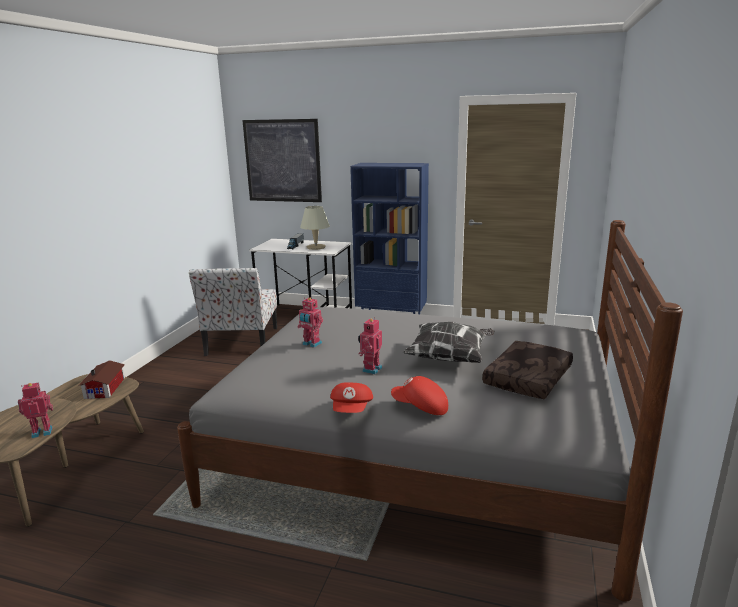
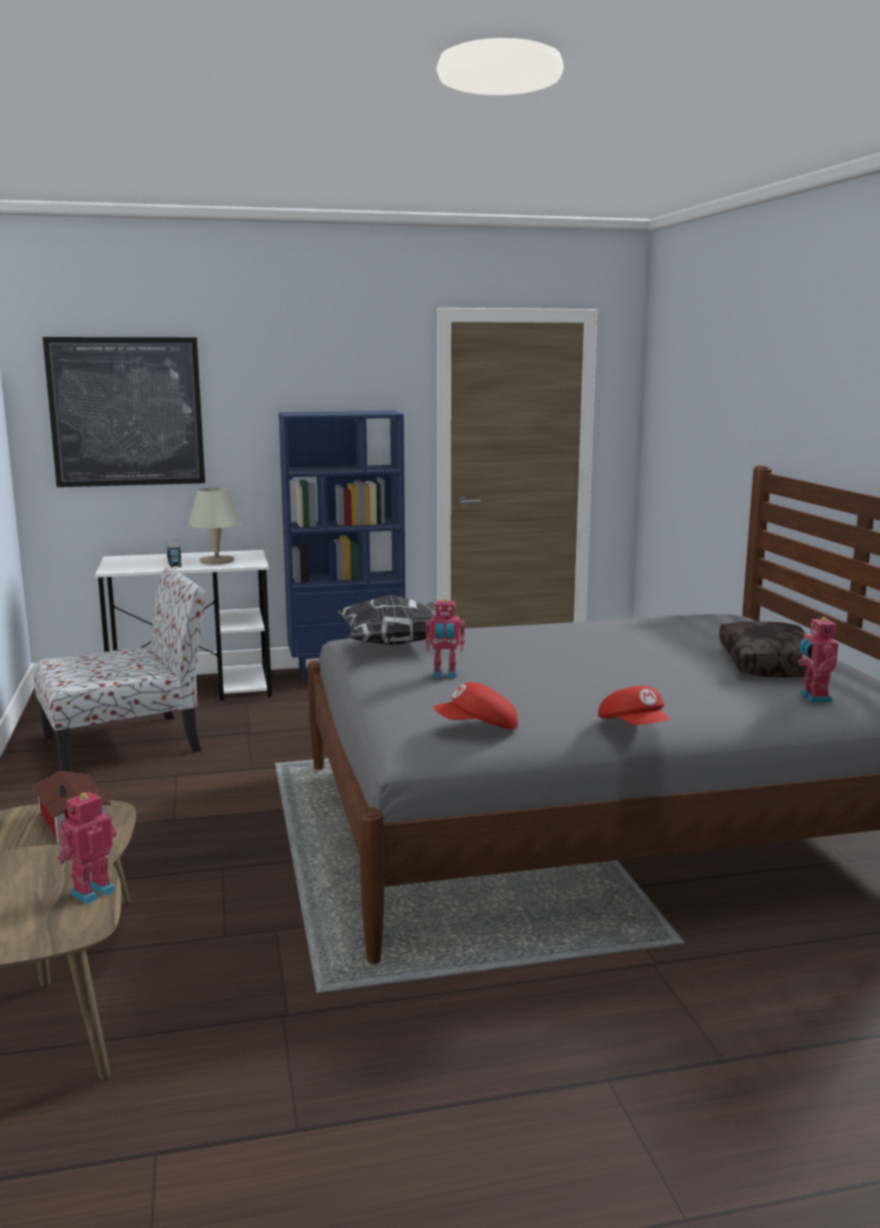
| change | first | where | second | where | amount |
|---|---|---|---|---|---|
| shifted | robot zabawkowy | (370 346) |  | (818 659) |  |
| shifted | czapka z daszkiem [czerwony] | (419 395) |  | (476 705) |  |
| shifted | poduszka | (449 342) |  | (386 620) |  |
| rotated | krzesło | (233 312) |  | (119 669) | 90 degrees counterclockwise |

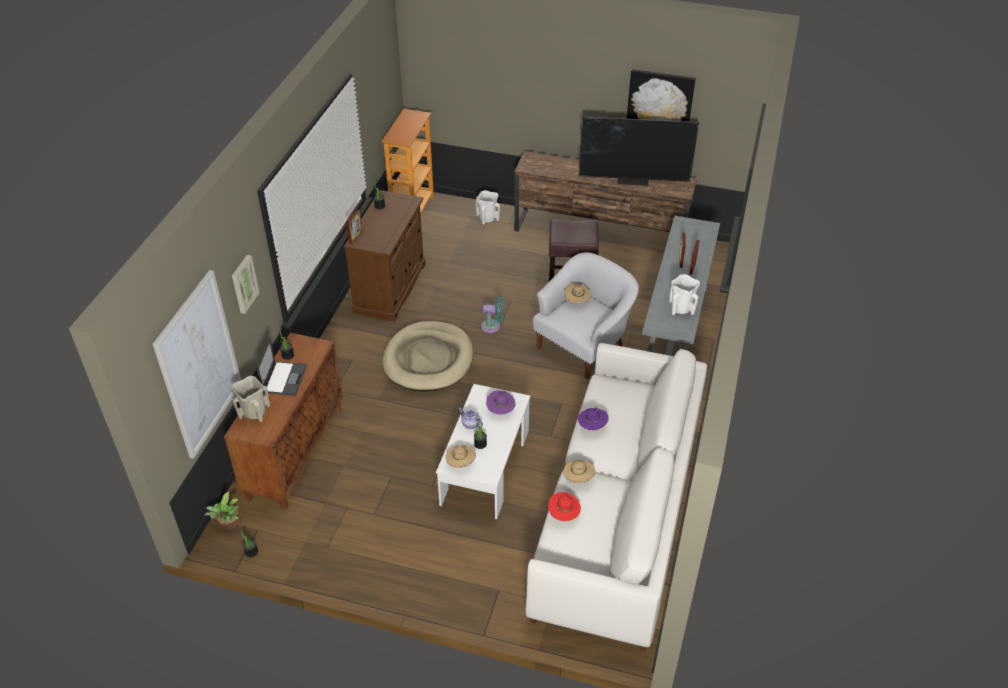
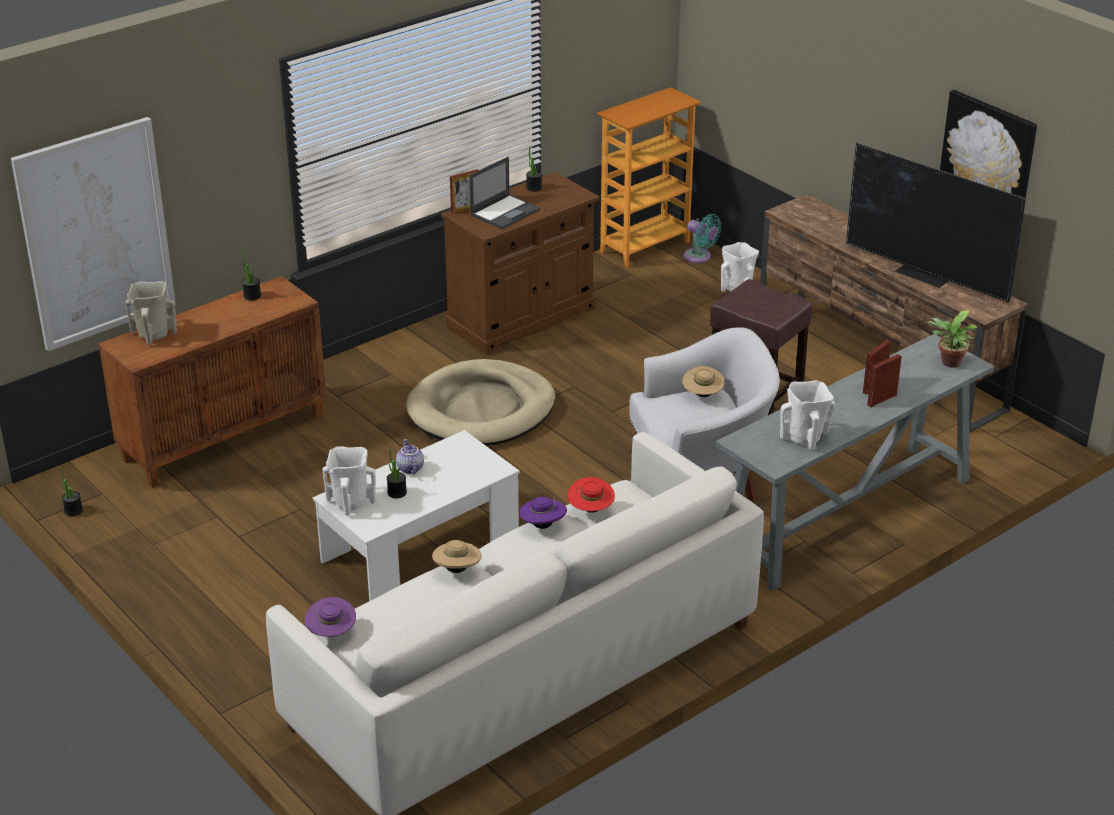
| change | first | where | second | where | amount |
|---|---|---|---|---|---|
| gone | obraz | (245 284) |  |  |  |
| shifted | roślina doniczkowa | (221 511) |  | (952 339) |  |
| shifted | laptop | (282 367) |  | (504 192) |  |
| shifted | wentylator [turkusowy] | (492 314) |  | (702 238) |  |
| shifted | kapelusz [fioletowy] | (500 402) |  | (330 617) |  |
| shifted | kapelusz [czerwony] | (564 506) |  | (591 495) |  |
| swapped | kapelusz [beżowy] | (460 456) | wazon [biały] | (349 481) |  |

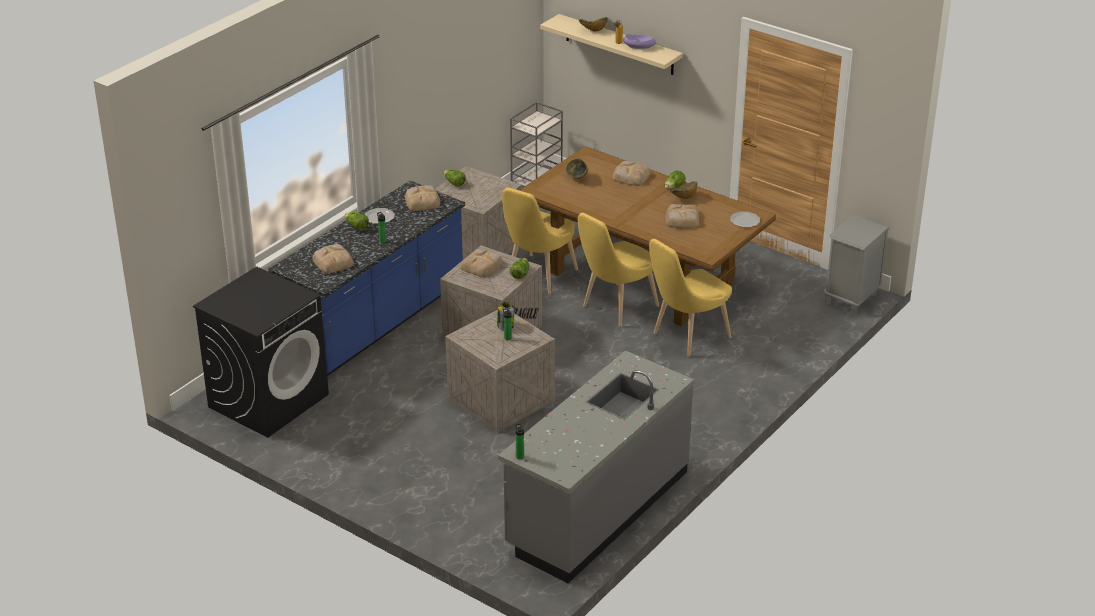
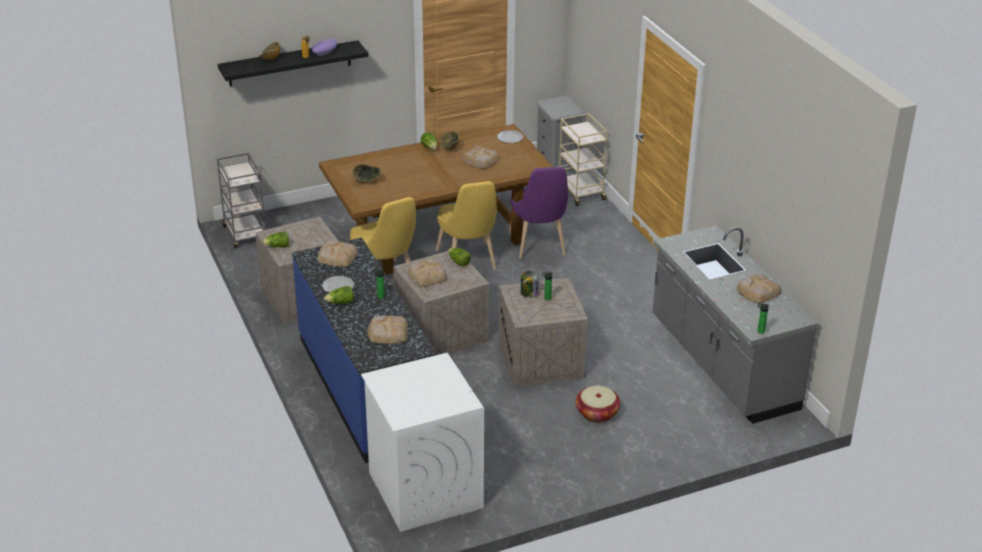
| change | first | where | second | where | amount |
|---|---|---|---|---|---|
| new |  |  | wózek [beżowy] | (583 159) |  |
| new |  |  | koszyk | (598 404) |  |
| shifted | chleb | (632 173) |  | (759 288) |  |
| repainted | pralka [czarny] | (261 352) | pralka [biały] | (422 442) |  |
| repainted | półka [beżowy] | (611 44) | półka [czarny] | (293 63) |  |
| repainted | krzesło [żółty] | (690 298) | krzesło [fioletowy] | (538 213) |  |

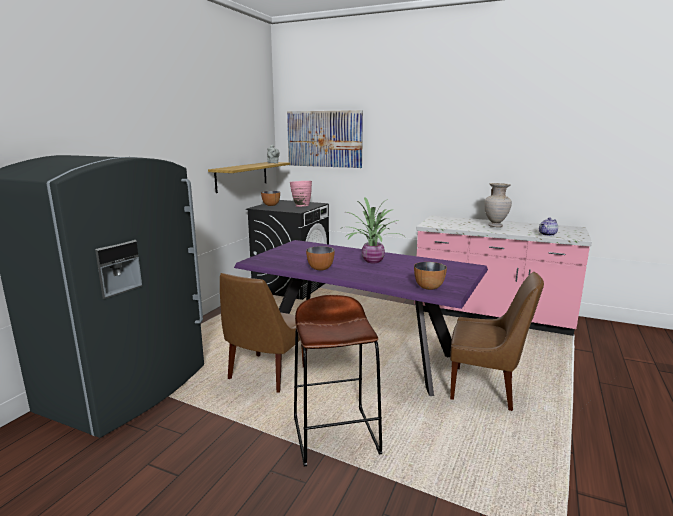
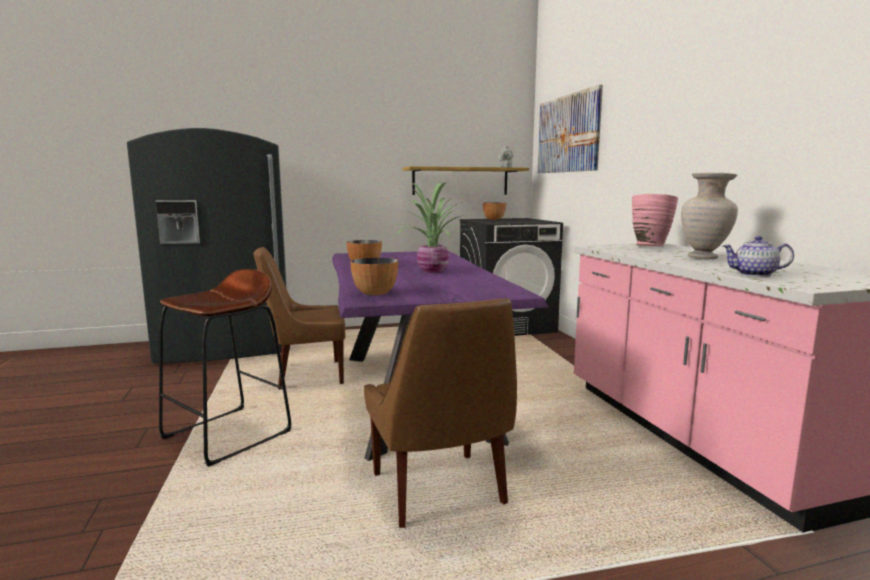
| change | first | where | second | where | amount |
|---|---|---|---|---|---|
| shifted | wazon [różowy] | (301 194) |  | (655 220) |  |

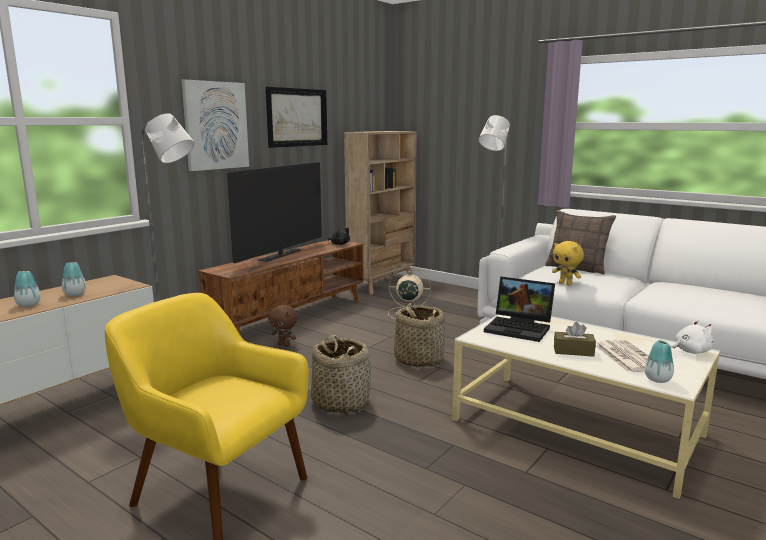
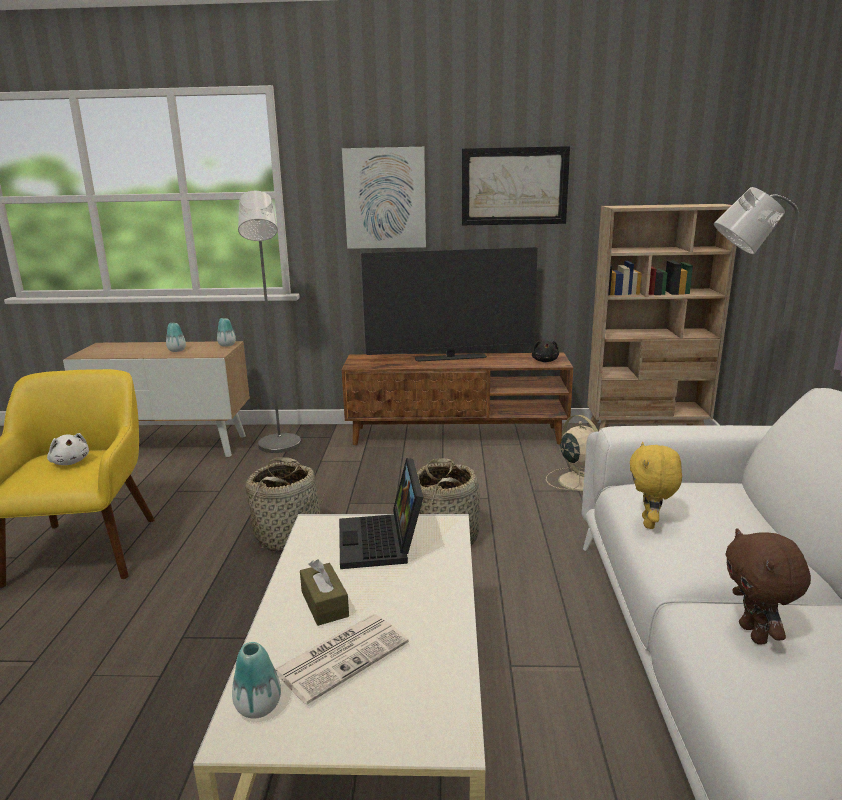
| change | first | where | second | where | amount |
|---|---|---|---|---|---|
| gone | poduszka | (580 242) |  |  |  |
| shifted | wazon | (27 289) |  | (226 332) |  |
| shifted | pluszak [brązowy] | (283 326) |  | (768 586) |  |
| shifted | pluszak [biały] | (691 337) |  | (68 449) |  |

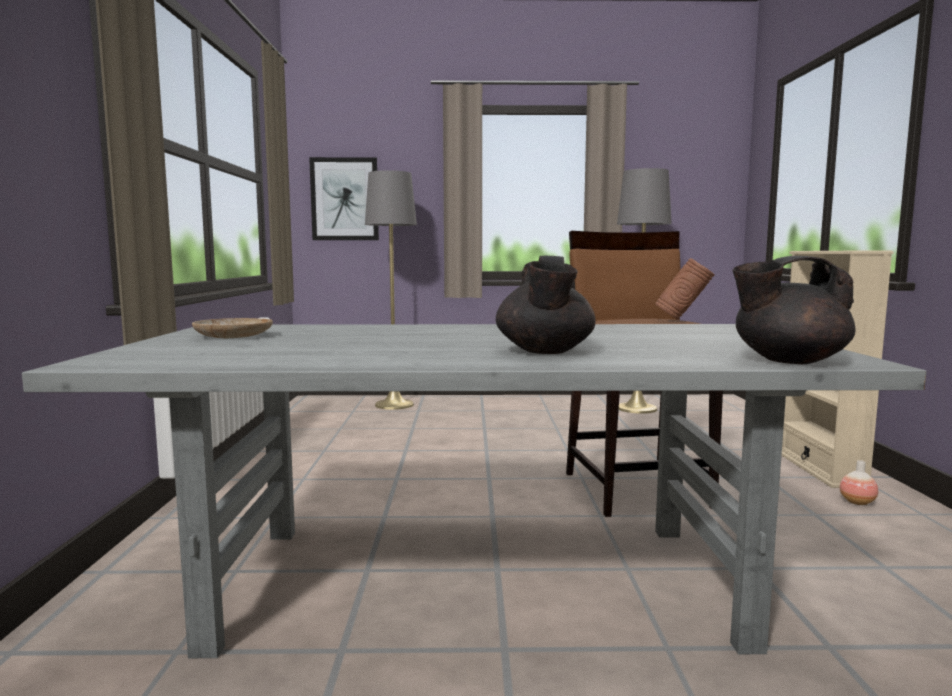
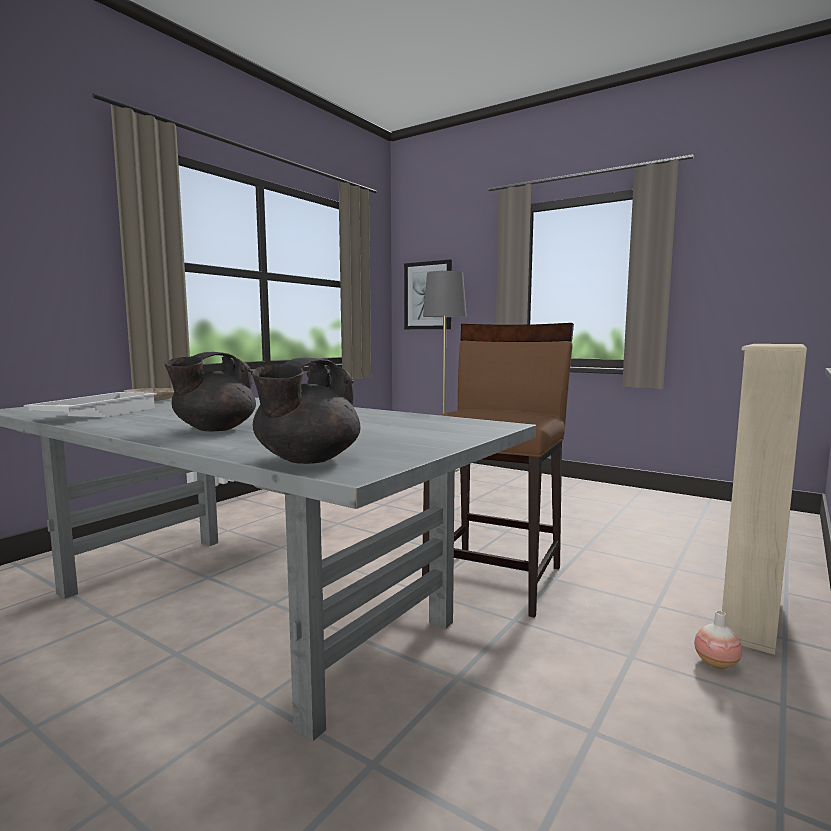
| change | first | where | second | where | amount |
|---|---|---|---|---|---|
| gone | lampa stojąca [szary] | (644 291) |  |  |  |
| gone | wazon [brązowy] | (685 289) |  |  |  |
| new |  |  | taca [biały] | (90 404) |  |
| rotated | imbryk [czarny] | (794 310) |  | (306 410) | 90 degrees counterclockwise |

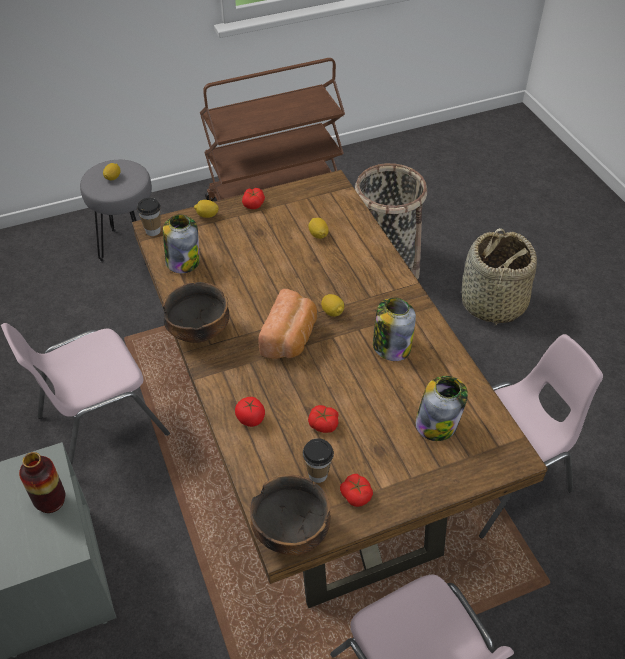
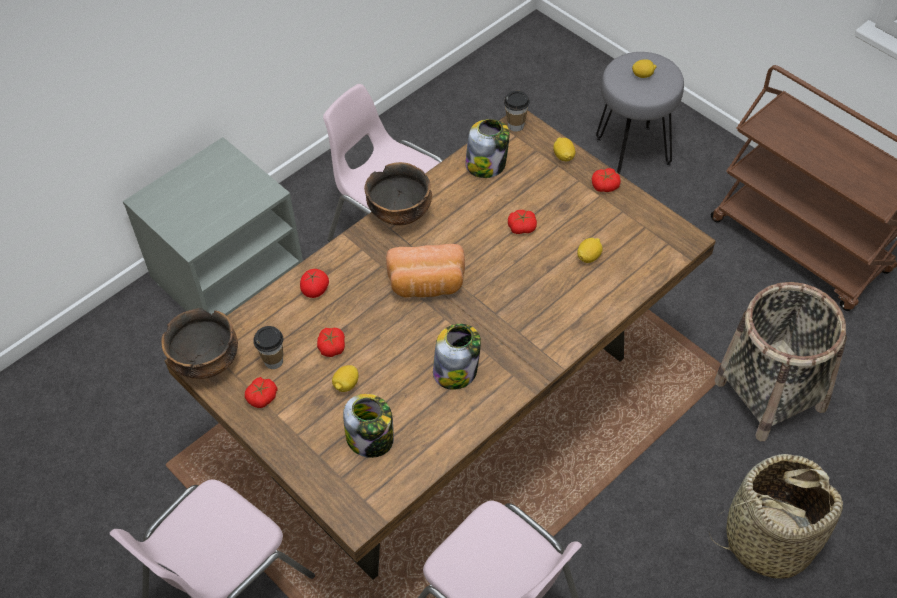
| change | first | where | second | where | amount |
|---|---|---|---|---|---|
| gone | wazon | (42 482) |  |  |  |
| new |  |  | pomidor | (522 222) |  |
| shifted | cytryna | (332 305) |  | (345 378) |  |

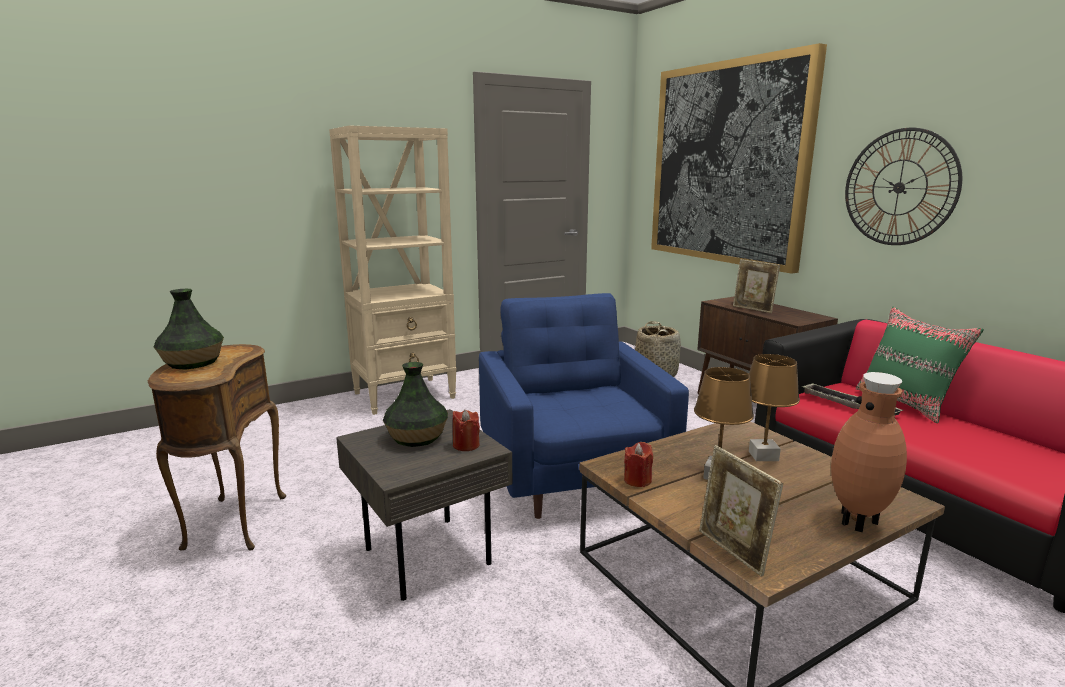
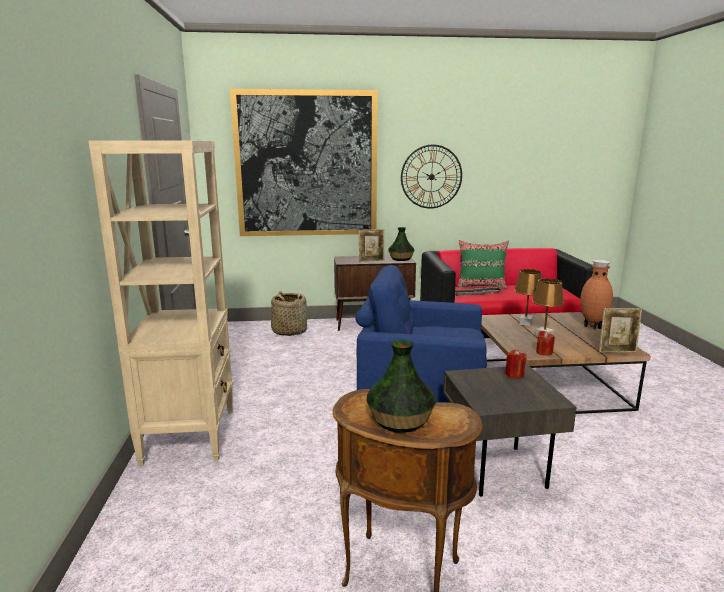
| change | first | where | second | where | amount |
|---|---|---|---|---|---|
| shifted | wazon | (415 404) |  | (401 244) |  |

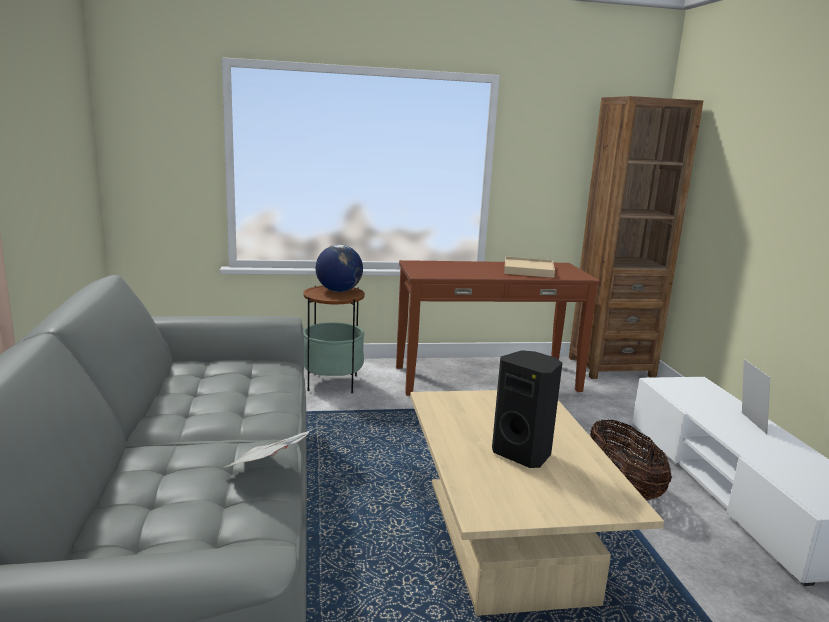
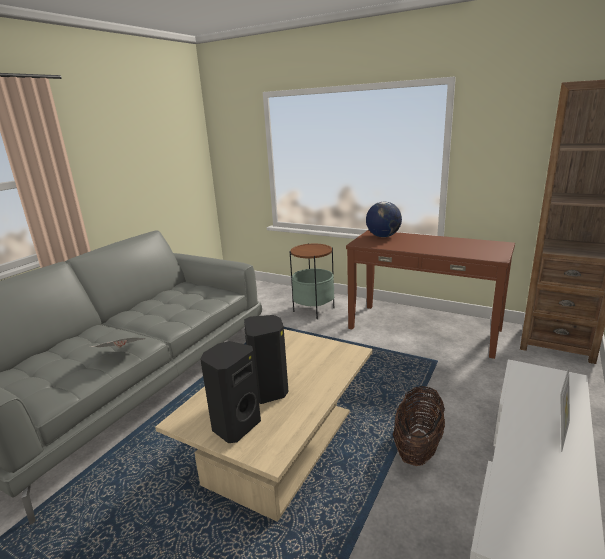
| change | first | where | second | where | amount |
|---|---|---|---|---|---|
| gone | taca [beżowy] | (529 267) |  |  |  |
| new |  |  | głośnik [czarny] | (230 392) |  |
| shifted | globus | (339 268) |  | (384 219) |  |

